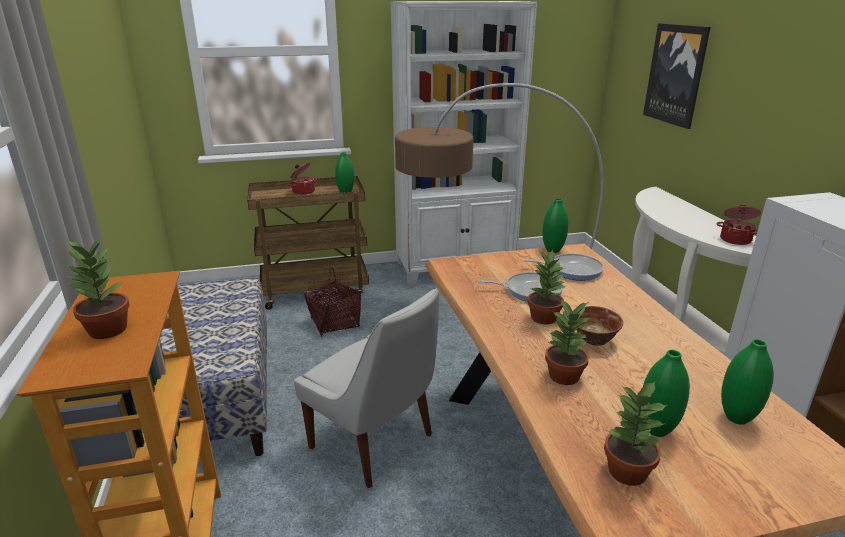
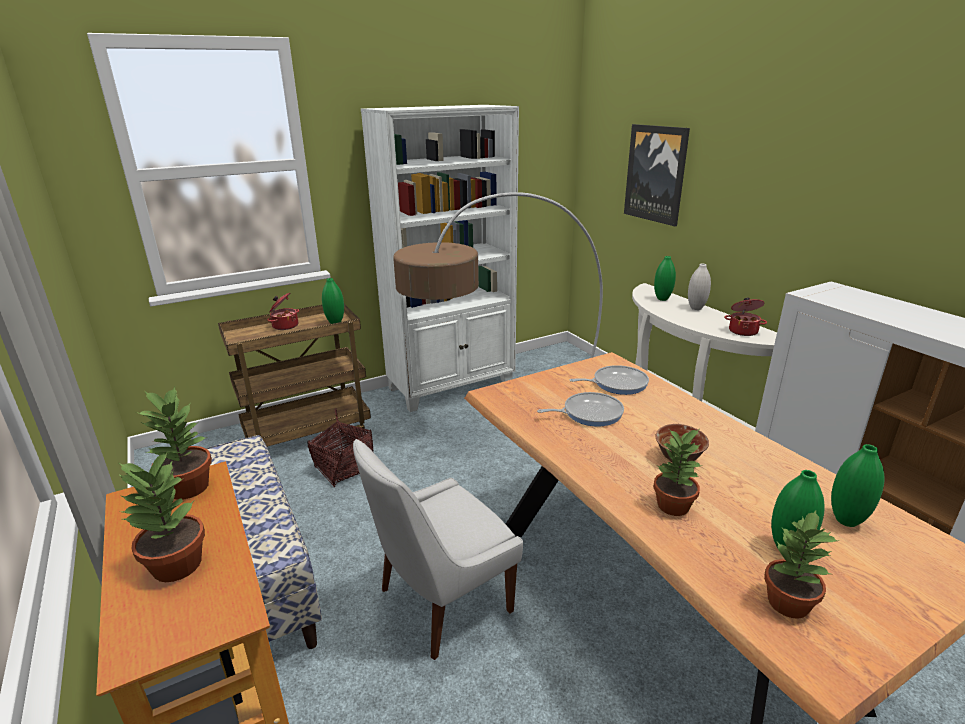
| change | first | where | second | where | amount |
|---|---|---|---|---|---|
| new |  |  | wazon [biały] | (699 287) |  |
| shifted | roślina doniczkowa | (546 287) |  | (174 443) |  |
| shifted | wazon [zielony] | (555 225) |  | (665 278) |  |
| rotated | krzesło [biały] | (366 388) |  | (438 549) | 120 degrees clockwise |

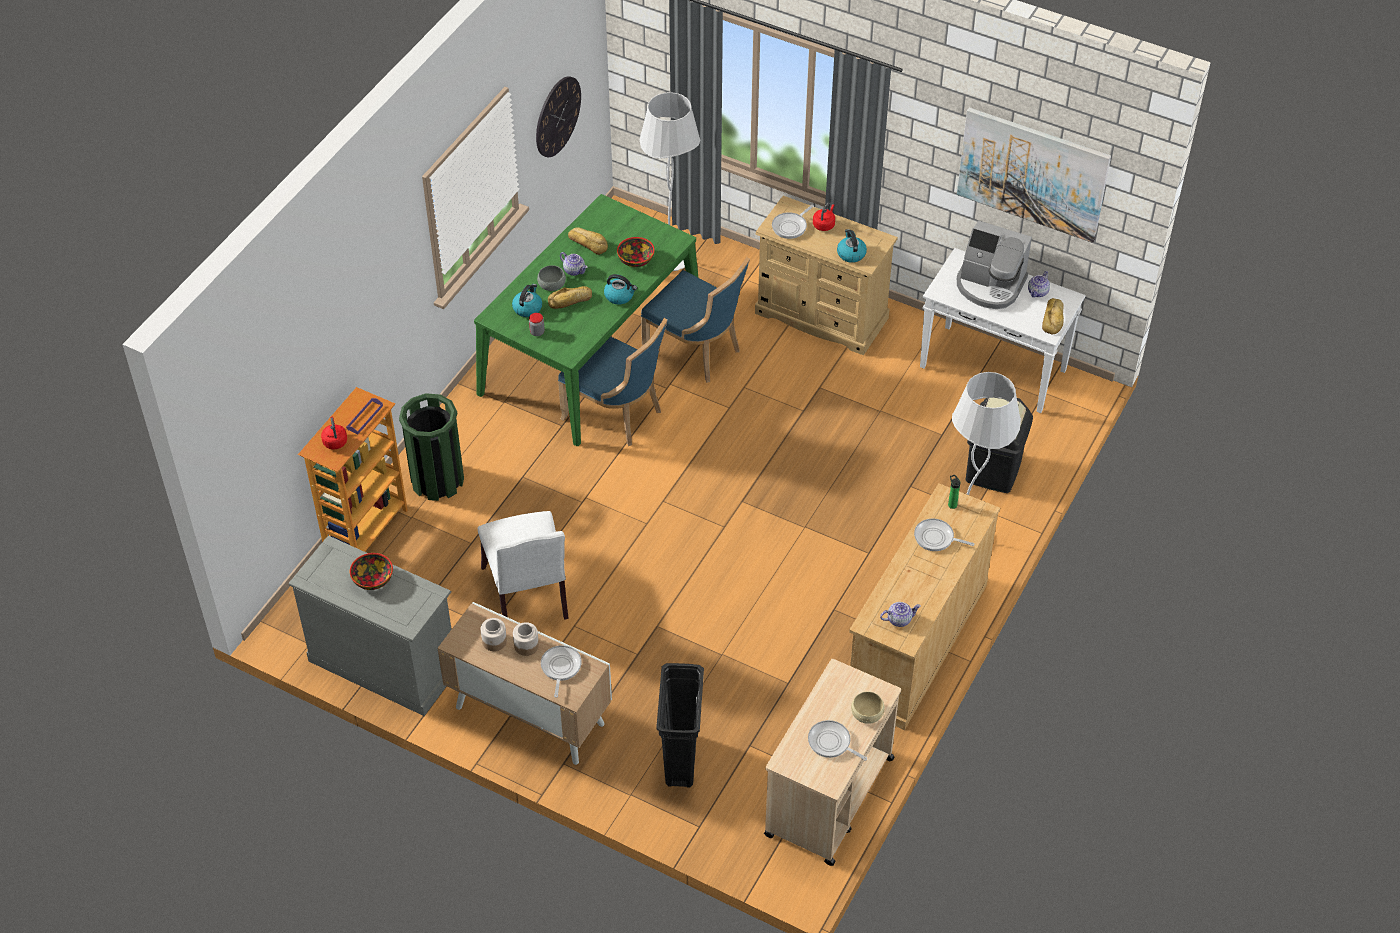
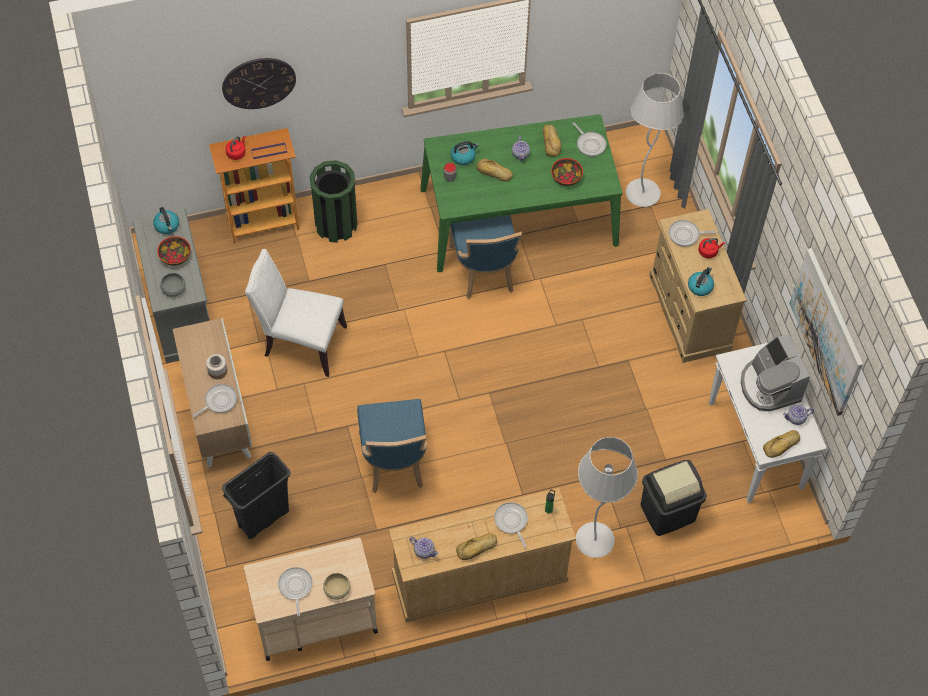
| change | first | where | second | where | amount |
|---|---|---|---|---|---|
| gone | słoik | (494 634) |  |  |  |
| new |  |  | chleb | (476 546) |  |
| new |  |  | patelnia | (589 139) |  |
| shifted | zegar ścienny | (558 116) |  | (259 83) |  |
| shifted | miska [szary] | (551 278) |  | (173 285) |  |
| shifted | czajnik | (620 289) |  | (166 220) |  |
| shifted | krzesło [niebieski] | (695 320) |  | (392 446) |  |
| rotated | krzesło [biały] | (523 565) |  | (296 313) | 75 degrees clockwise |

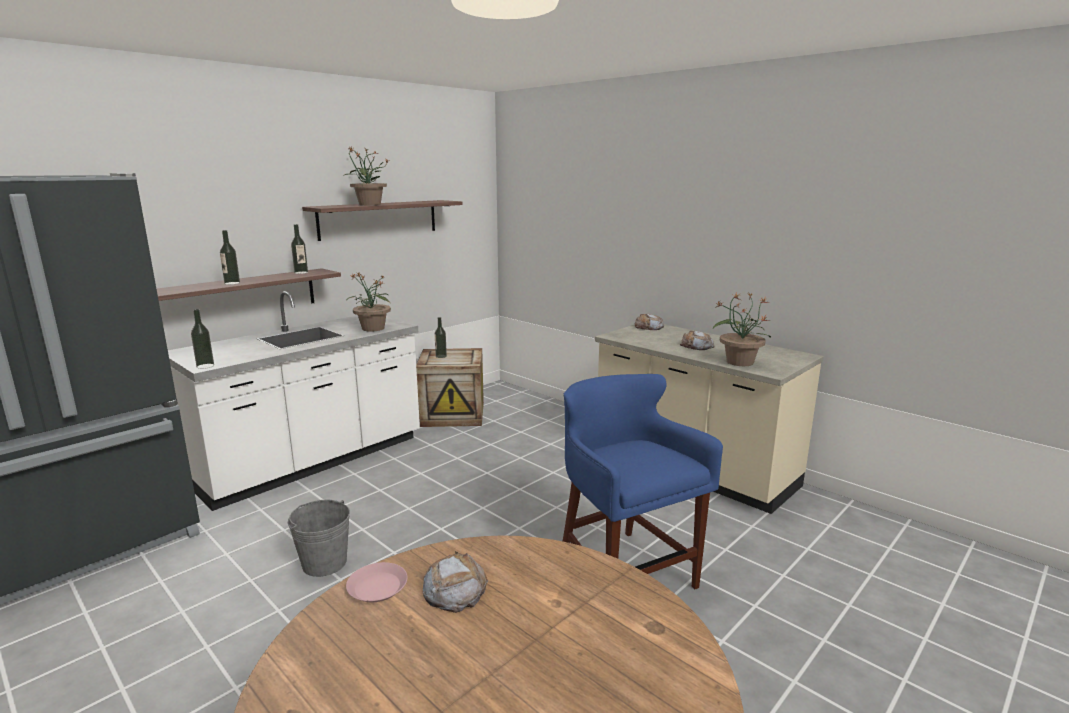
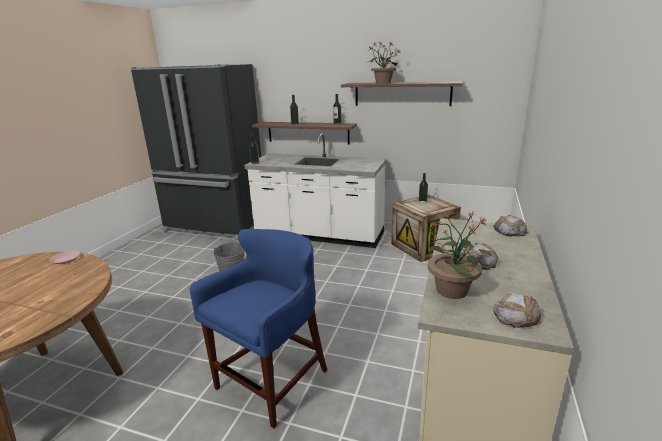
| change | first | where | second | where | amount |
|---|---|---|---|---|---|
| gone | roślina doniczkowa | (368 302) |  |  |  |
| shifted | chleb | (455 582) |  | (517 310) |  |

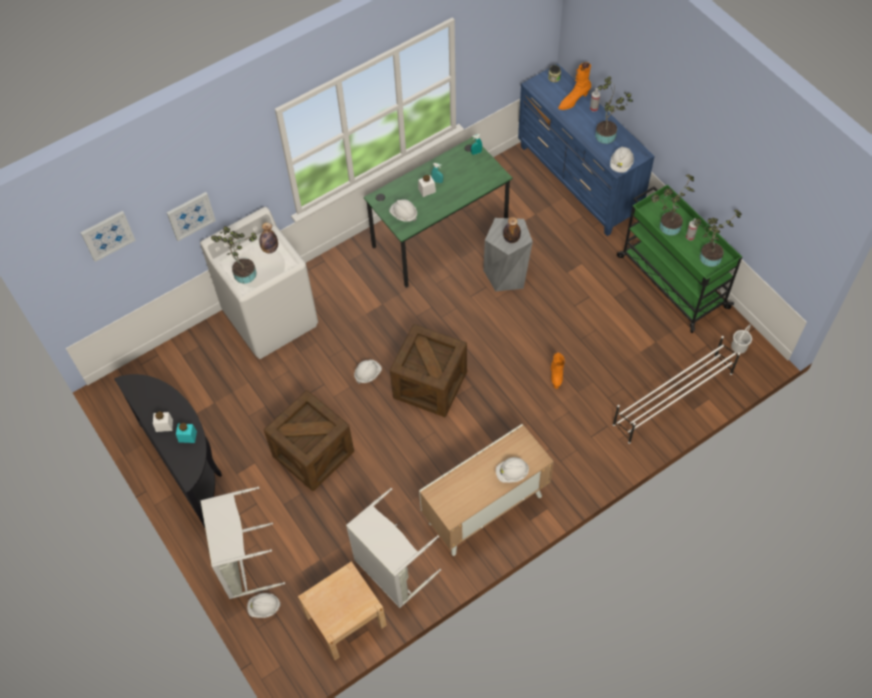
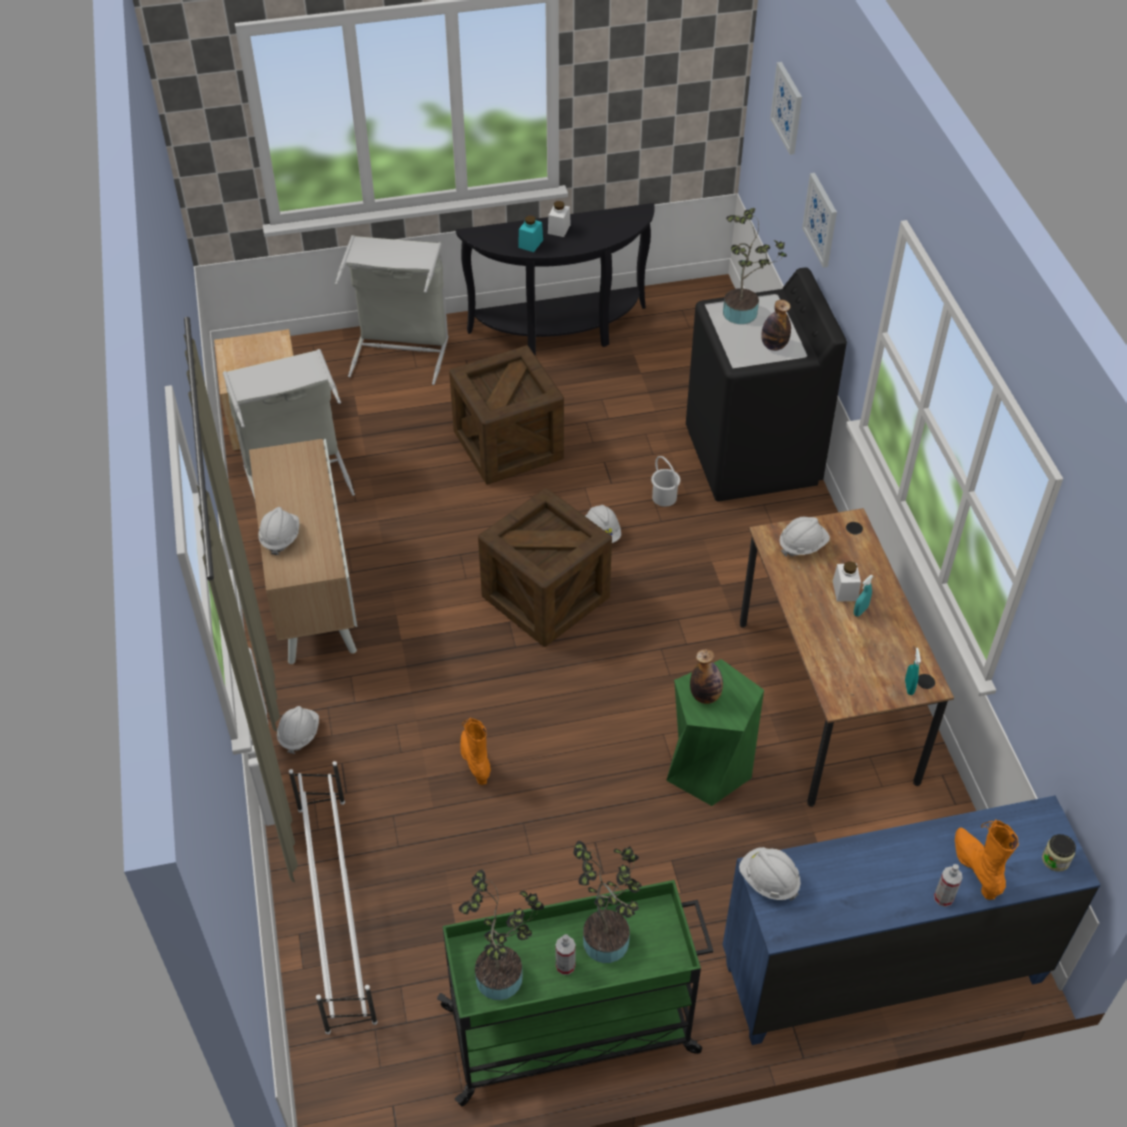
| change | first | where | second | where | amount |
|---|---|---|---|---|---|
| gone | roślina doniczkowa | (614 110) |  |  |  |
| shifted | kask [biały] | (264 605) |  | (298 730) |  |
| shifted | wiadro [biały] | (741 339) |  | (665 481) |  |
| repainted | pralka [biały] | (259 283) | pralka [czarny] | (766 384) |  |
| repainted | biurko [zielony] | (438 212) | biurko [brązowy] | (847 657) |  |
| repainted | stołek [szary] | (508 255) | stołek [zielony] | (715 732) |  |
| rotated | but z cholewką [pomarańczowy] | (558 370) |  | (475 751) | 135 degrees counterclockwise |

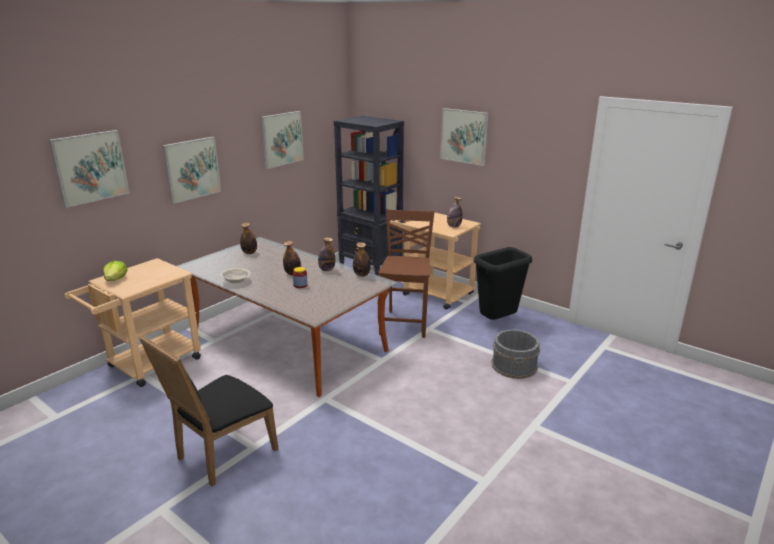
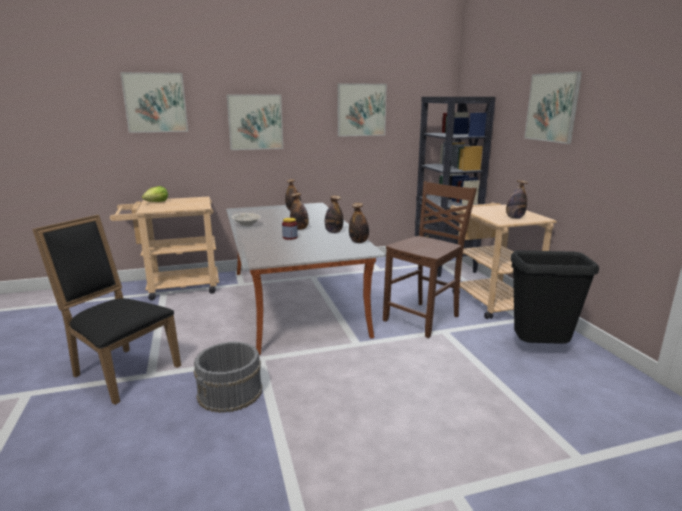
| change | first | where | second | where | amount |
|---|---|---|---|---|---|
| shifted | wiadro [szary] | (516 354) |  | (228 377) |  |
| rotated | krzesło [czarny] | (209 411) |  | (106 310) | 45 degrees clockwise |

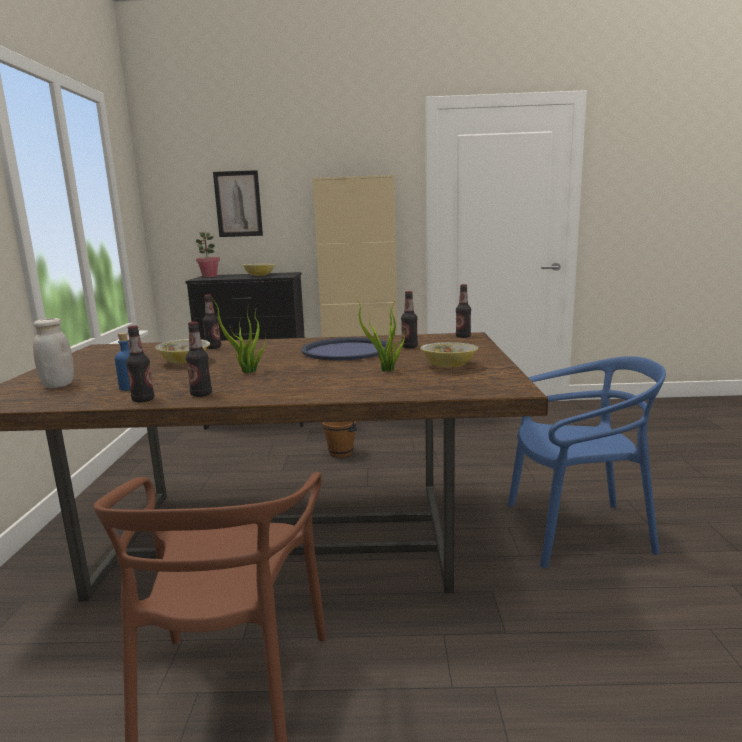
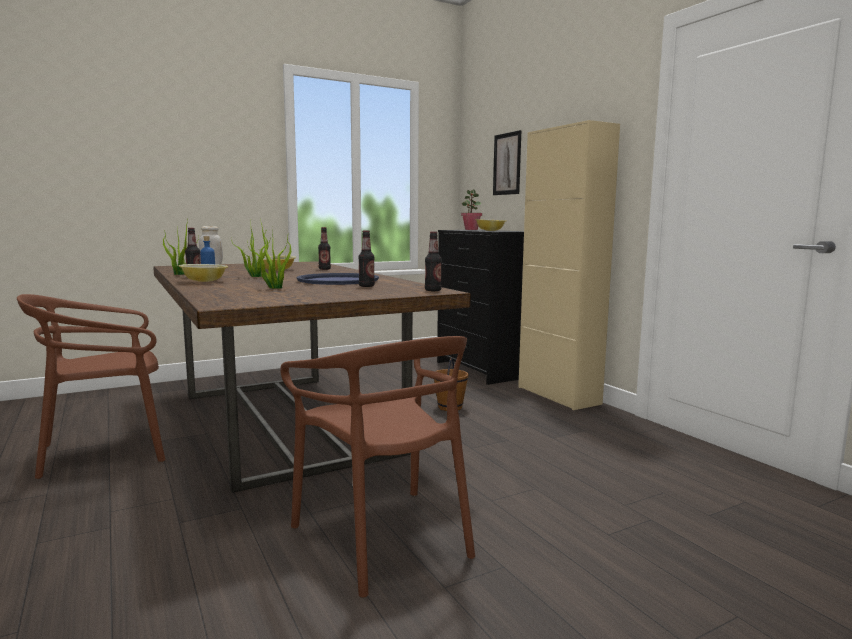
| change | first | where | second | where | amount |
|---|---|---|---|---|---|
| shifted | miska | (449 355) |  | (203 273) |  |
| swapped | butelka | (140 364) | roślina doniczkowa | (181 247) |  |
| repainted | krzesło [niebieski] | (587 462) | krzesło [brązowy] | (377 466) |  |

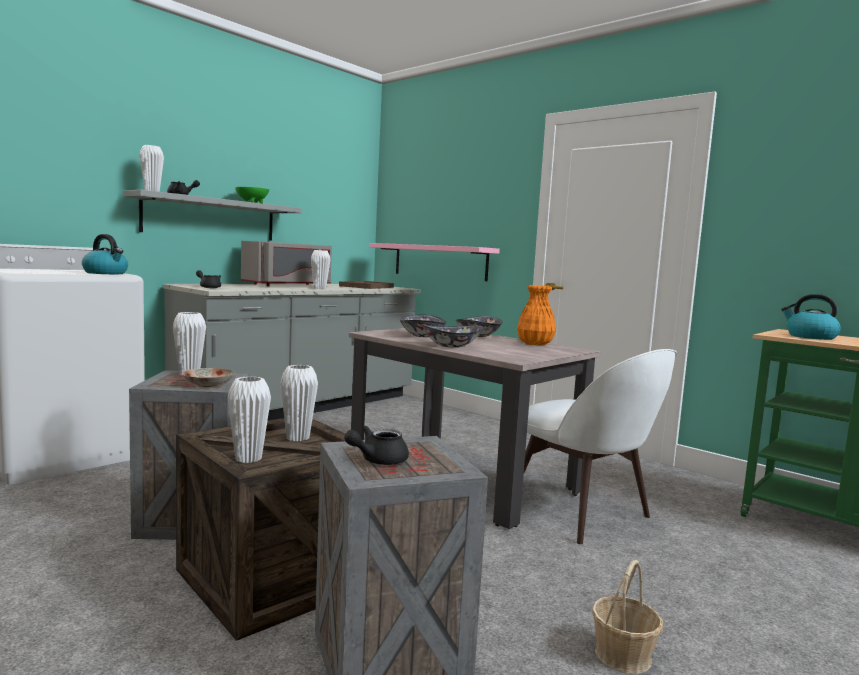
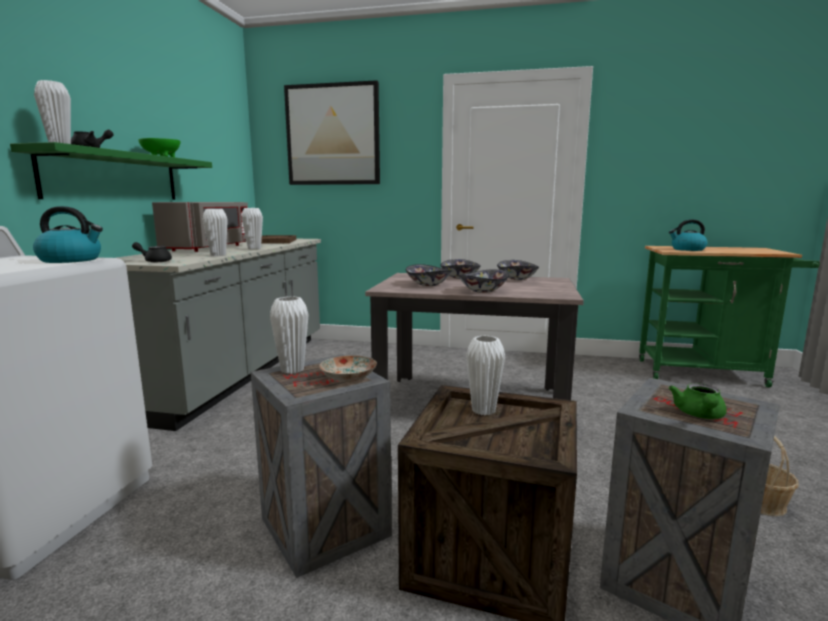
| change | first | where | second | where | amount |
|---|---|---|---|---|---|
| gone | półka [różowy] | (434 262) |  |  |  |
| gone | krzesło [biały] | (600 446) |  |  |  |
| new |  |  | obraz | (332 132) |  |
| shifted | wazon [biały] | (249 419) |  | (215 232) |  |
| swapped | wazon [pomarańczowy] | (536 315) | miska | (518 270) |  |
| repainted | półka [szary] | (212 215) | półka [zielony] | (111 171) |  |
| repainted | imbryk [czarny] | (376 445) | imbryk [zielony] | (698 401) |  |

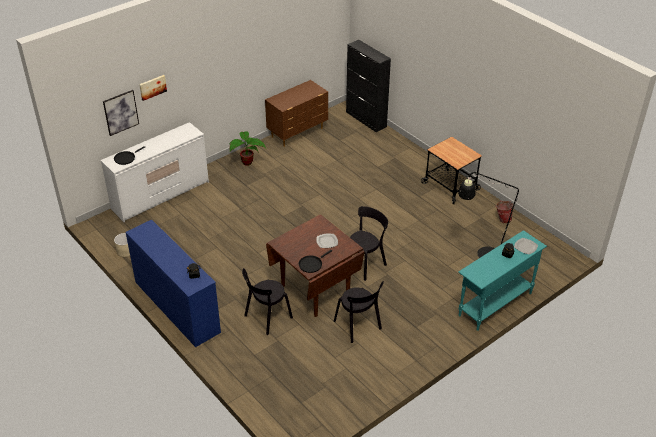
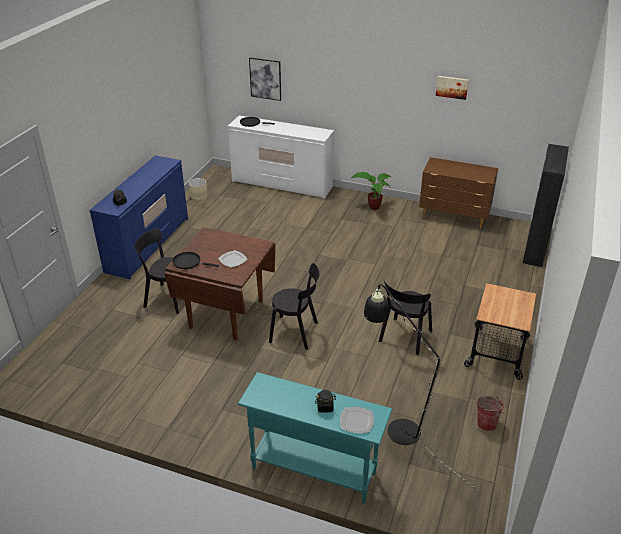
| change | first | where | second | where | amount |
|---|---|---|---|---|---|
| shifted | obraz | (153 88) |  | (452 88) |  |
| shifted | krzesło [czarny] | (359 312) |  | (405 317) |  |

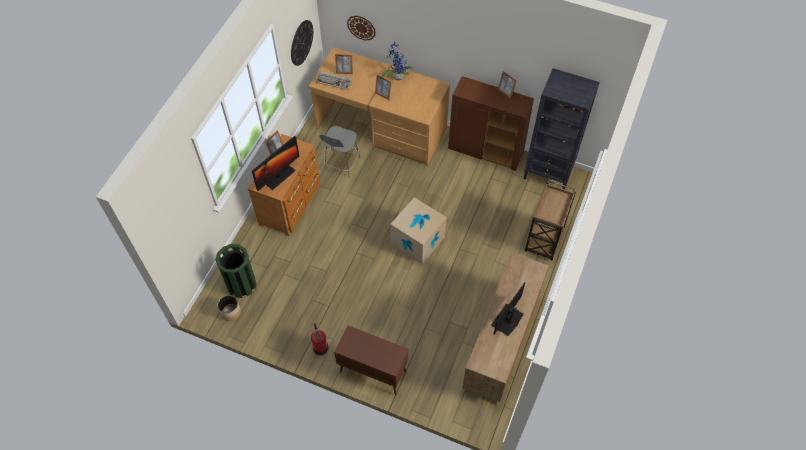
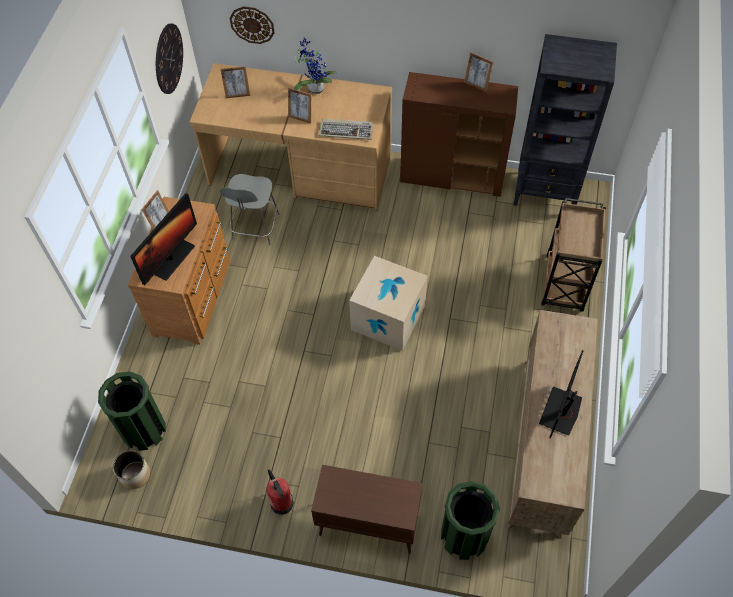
| change | first | where | second | where | amount |
|---|---|---|---|---|---|
| new |  |  | kosz na śmieci [zielony] | (470 520) |  |
| shifted | klawiatura | (333 80) |  | (346 129) |  |

